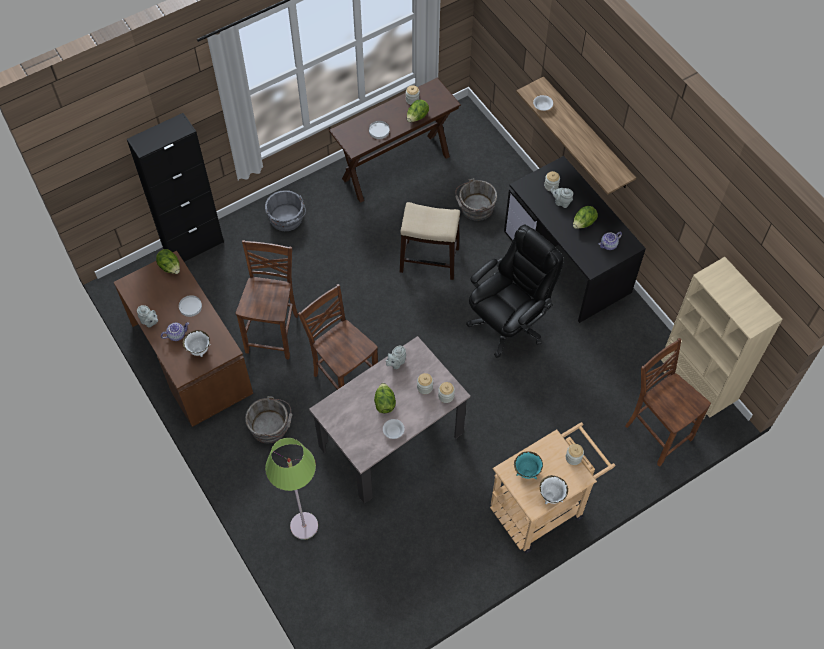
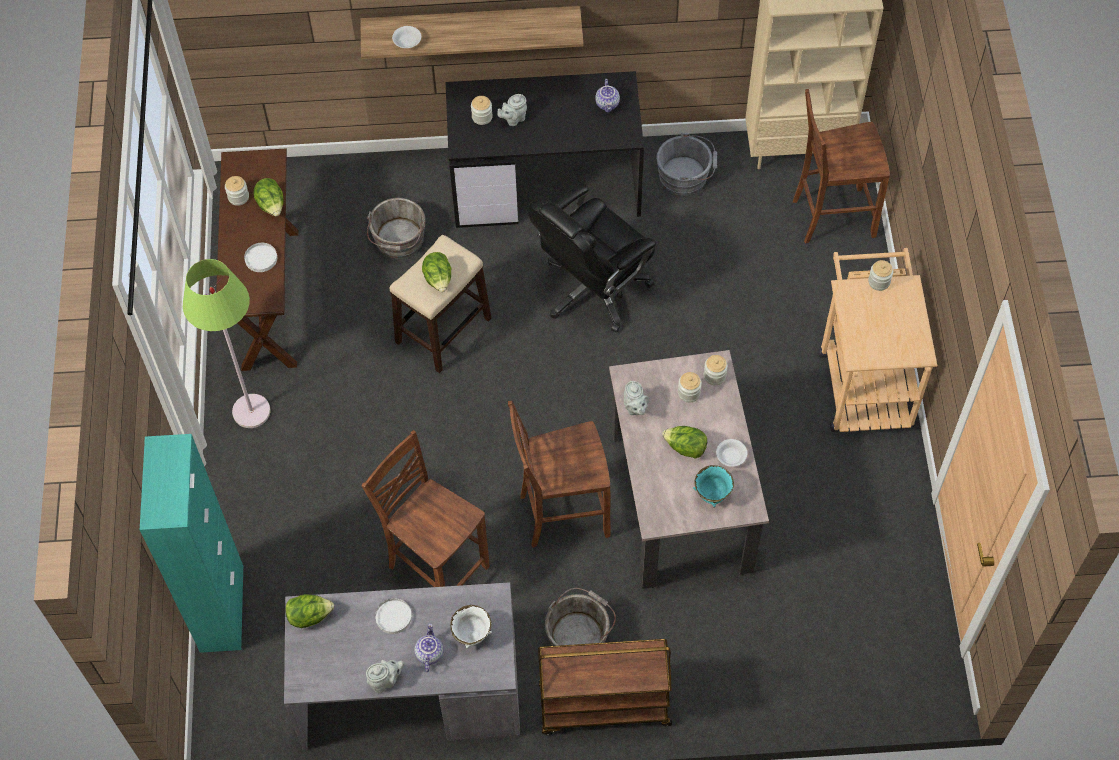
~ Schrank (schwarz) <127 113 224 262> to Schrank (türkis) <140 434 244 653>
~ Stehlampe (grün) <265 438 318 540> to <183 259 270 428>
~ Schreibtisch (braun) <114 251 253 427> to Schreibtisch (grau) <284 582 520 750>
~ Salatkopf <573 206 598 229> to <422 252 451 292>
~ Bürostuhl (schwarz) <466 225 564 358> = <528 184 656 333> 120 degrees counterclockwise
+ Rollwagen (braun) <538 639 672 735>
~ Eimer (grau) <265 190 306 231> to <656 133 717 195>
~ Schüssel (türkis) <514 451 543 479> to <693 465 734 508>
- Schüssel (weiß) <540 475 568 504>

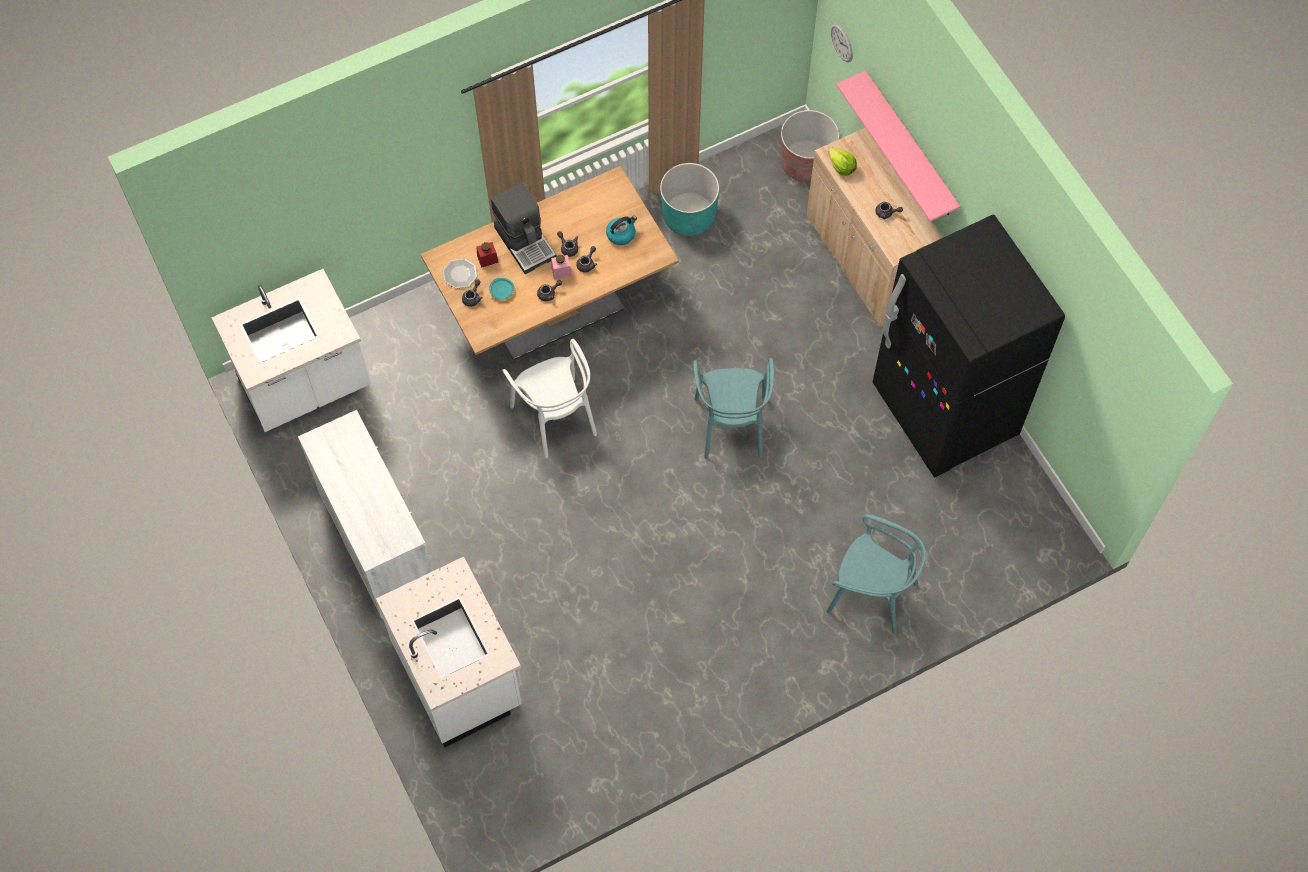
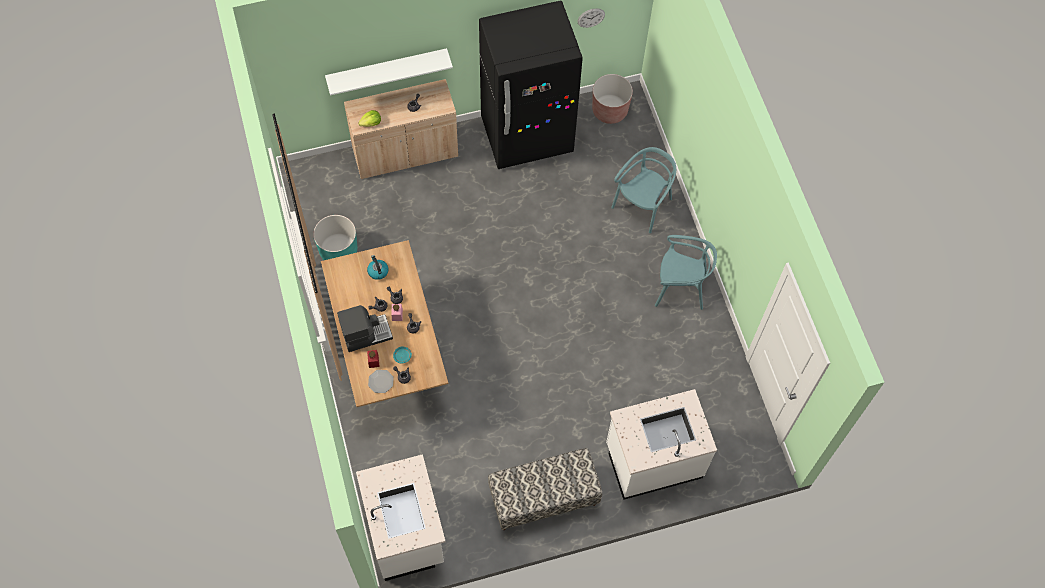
~ Wandregal (rosa) <836 71 960 222> to Wandregal (weiß) <325 48 453 96>
~ Schrank (weiß) <298 410 433 619> to Bank <488 448 602 530>
~ Wanduhr <831 23 853 63> to <578 8 605 28>
~ Pflanzkübel (braun) <781 110 839 182> to <592 74 633 124>
~ Stuhl (türkis) <694 358 774 459> to <655 235 717 310>
- Stuhl (weiß) <502 339 597 458>

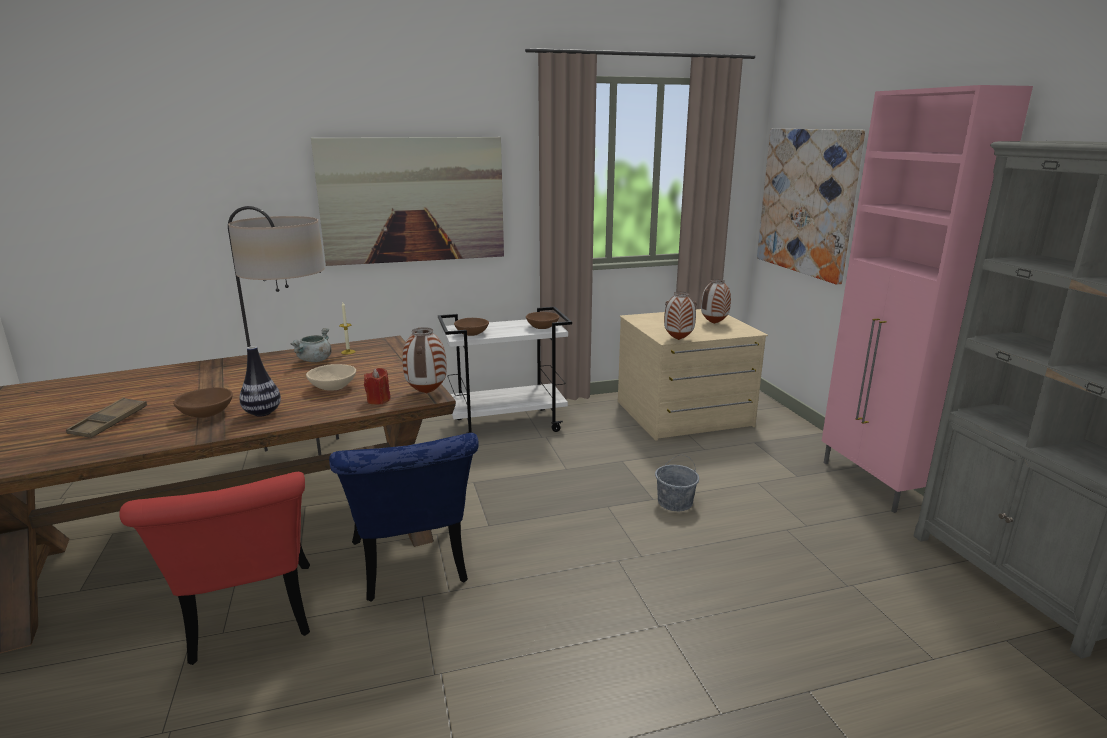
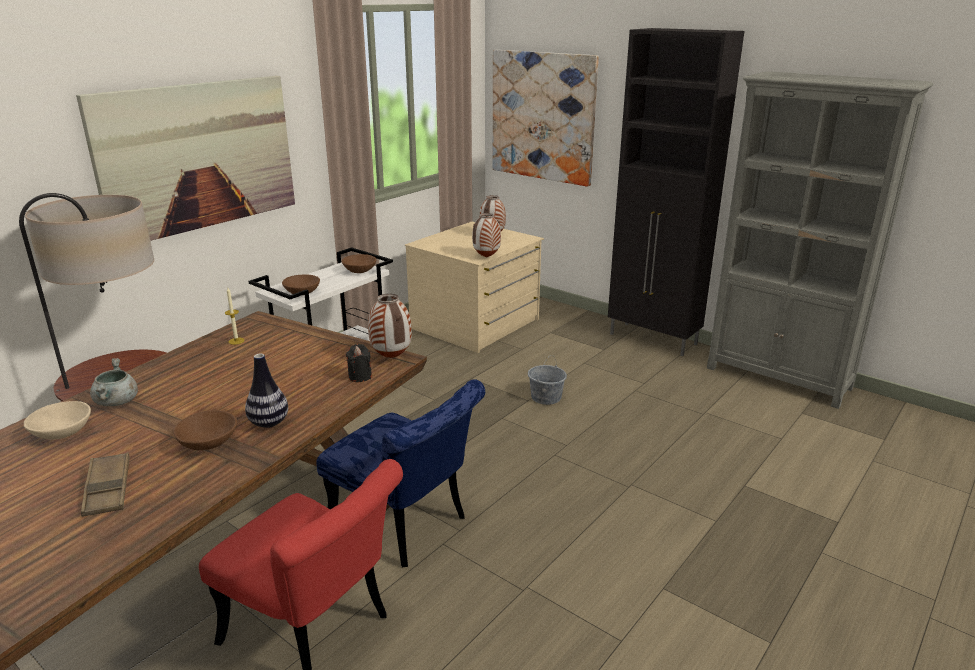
~ Schüssel (beige) <306 364 356 391> to <24 401 91 440>
~ Kochtopf (grau) <290 328 332 362> to <90 358 138 406>
~ Kerze (rot) <364 368 390 405> to Kerze (schwarz) <346 344 372 382>
~ Schrank (rosa) <822 85 1033 513> to Schrank (schwarz) <608 28 745 356>

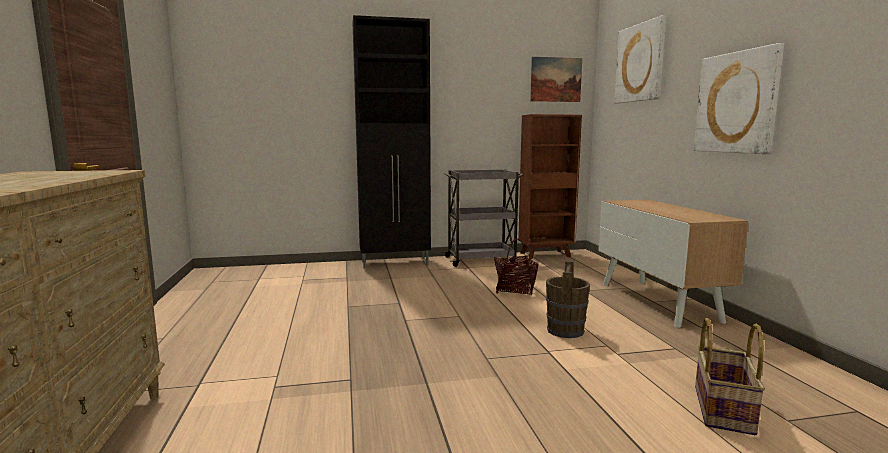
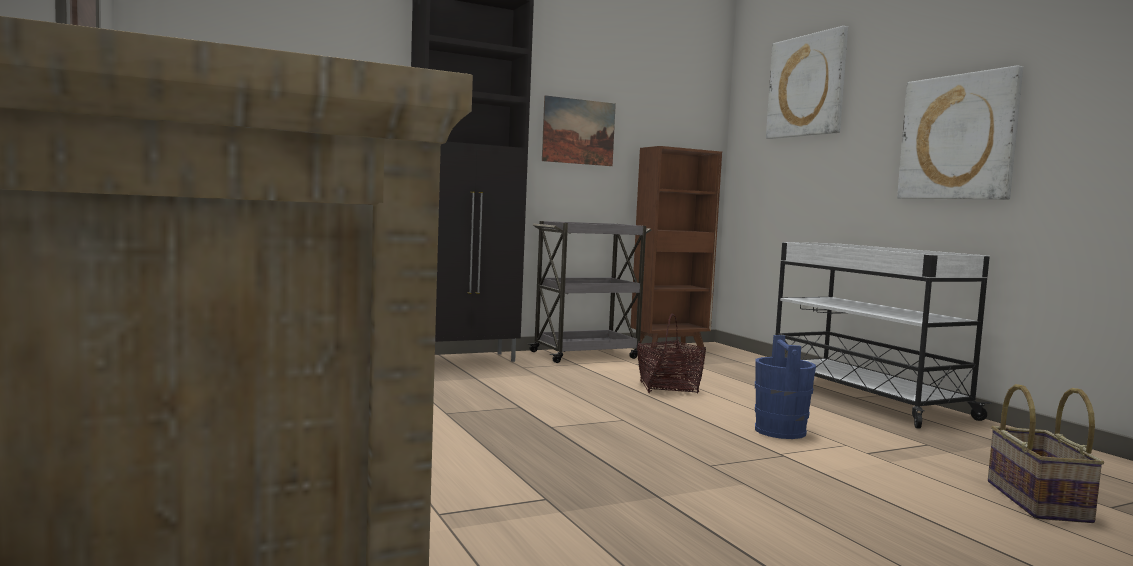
~ Bild <530 57 582 102> to <542 95 616 166>
~ Eimer (braun) <546 261 590 338> to Eimer (blau) <755 335 816 439>
~ Schrank <598 200 748 328> to Rollwagen (weiß) <776 242 991 429>

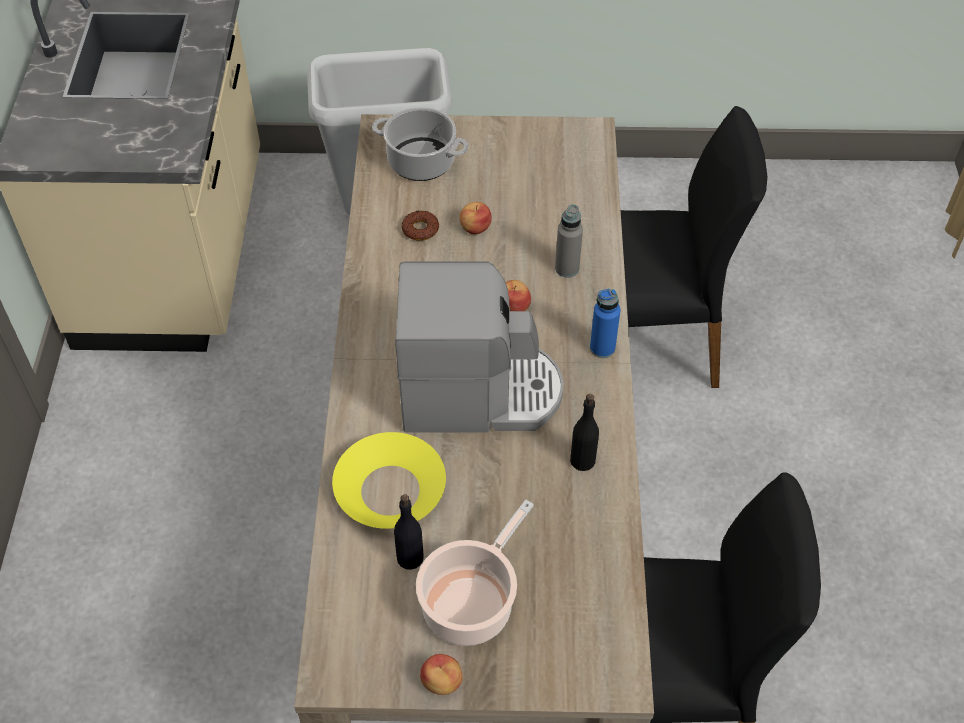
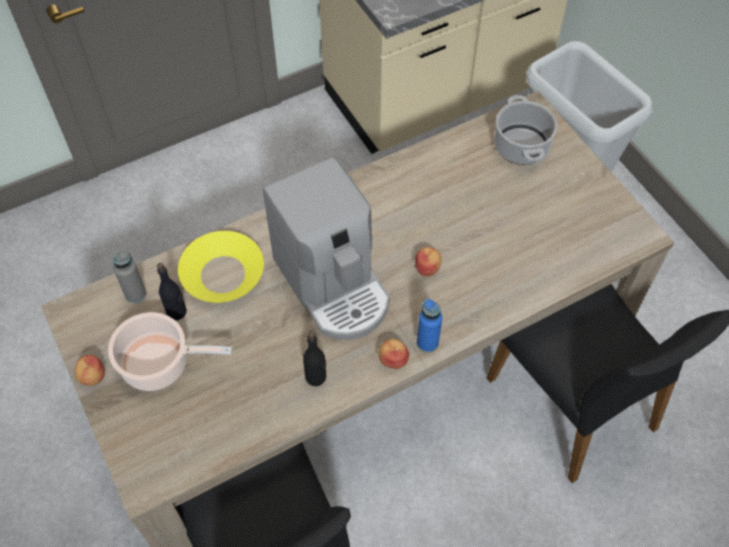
~ Flasche (grau) <555 204 583 278> to <113 250 146 303>
~ Apfel <459 202 492 234> to <379 339 409 369>
- Donut <402 211 439 241>

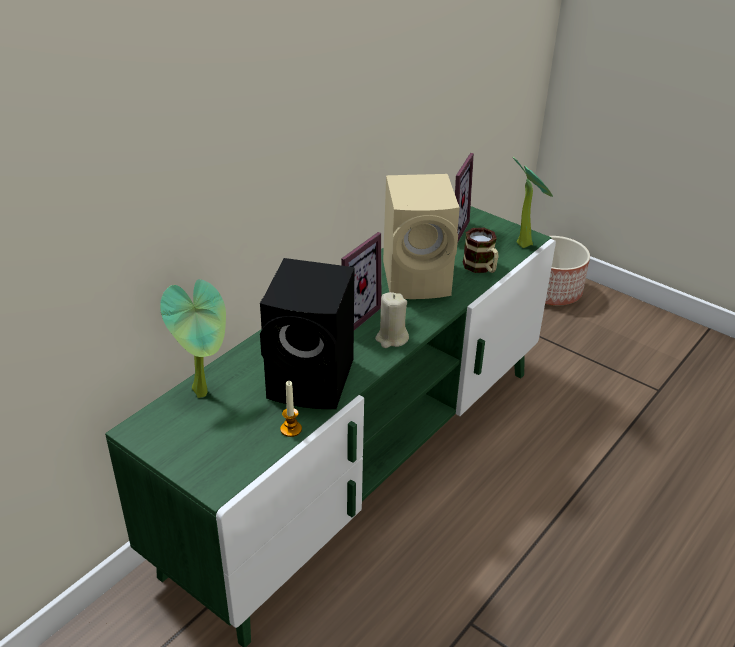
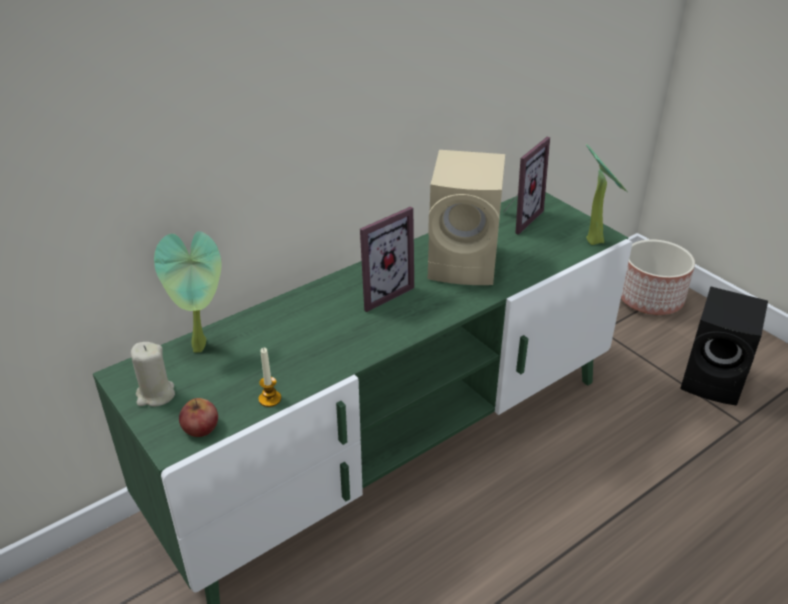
~ Kerze (beige) <375 292 409 348> to <131 342 175 407>
+ Apfel <179 398 218 437>
~ Lautsprecher (schwarz) <260 258 355 409> to <680 286 768 405>
- Henkelbecher <463 228 498 273>

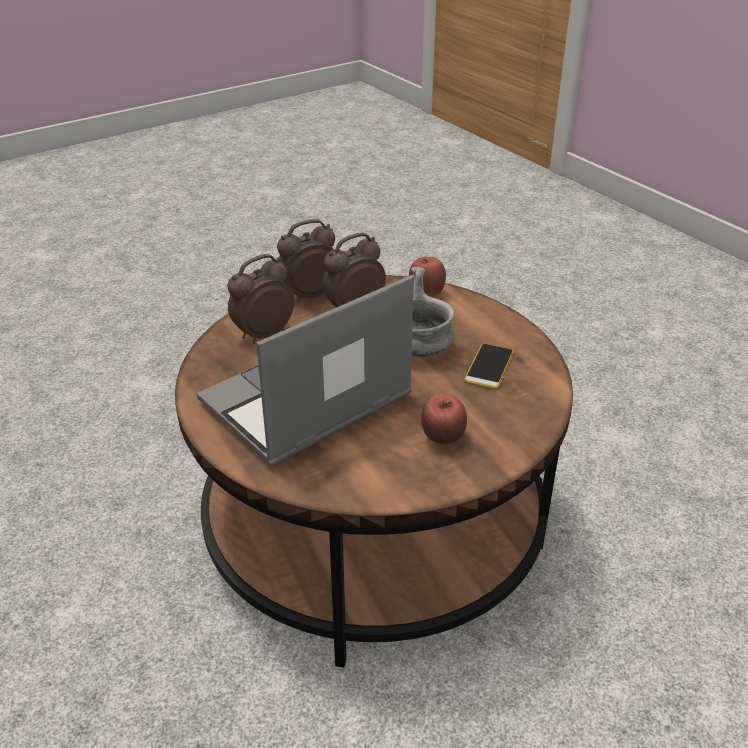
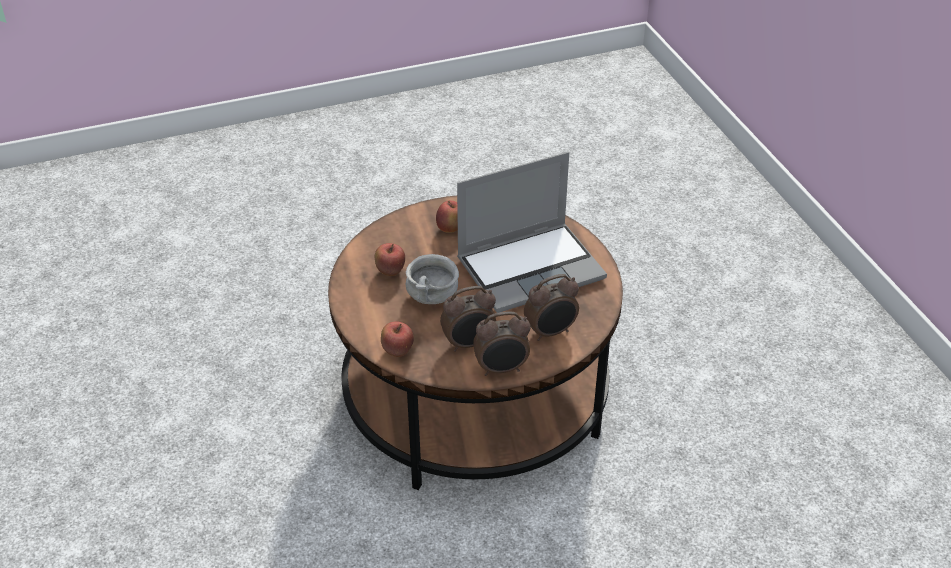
~ Handy <464 344 514 389> to Apfel <375 243 405 276>

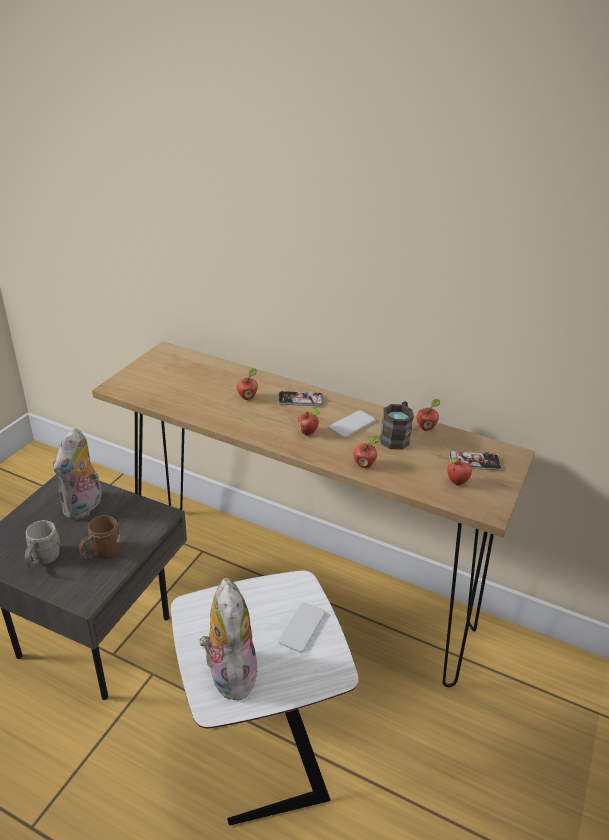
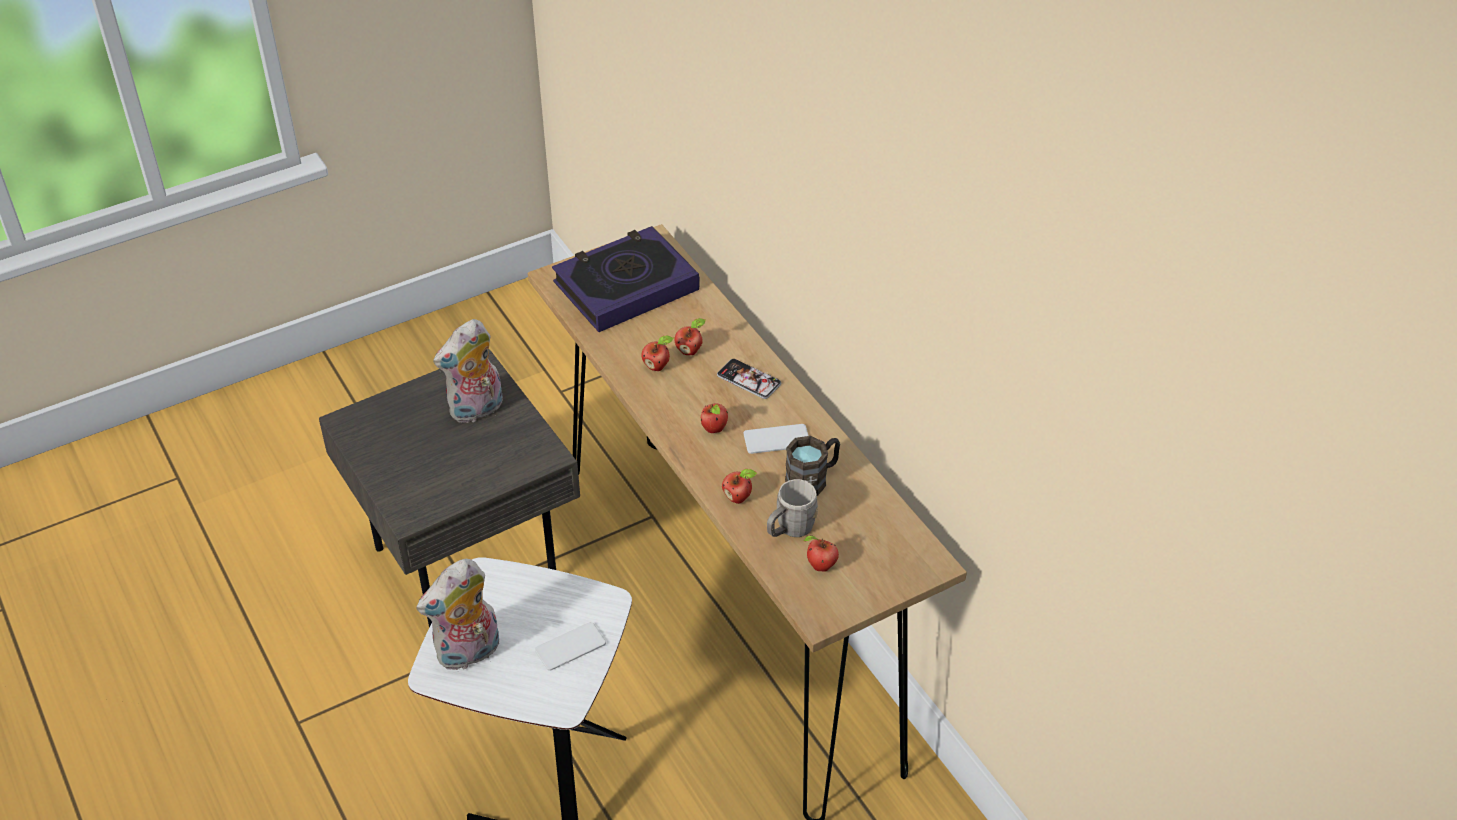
~ Plüschtier <200 578 258 701> = <416 559 499 670> 150 degrees counterclockwise
+ Buch <552 226 700 332>
~ Apfel <417 399 440 431> to <641 335 673 371>
~ Henkelbecher (grau) <25 520 60 568> to <767 479 818 537>
- Henkelbecher (braun) <79 515 120 559>
- Handy <449 450 501 471>

